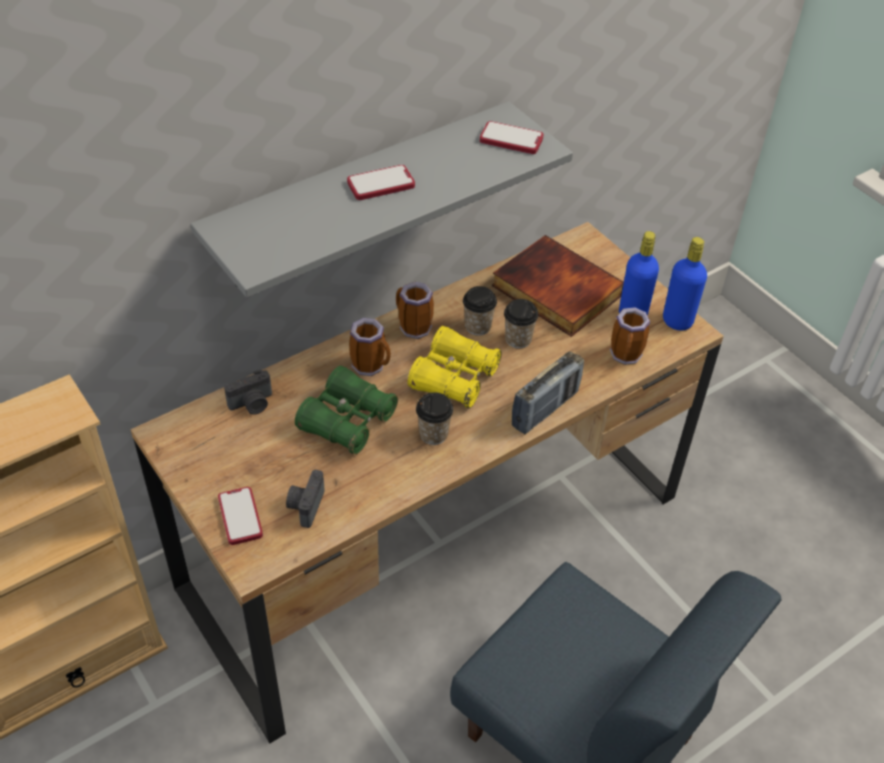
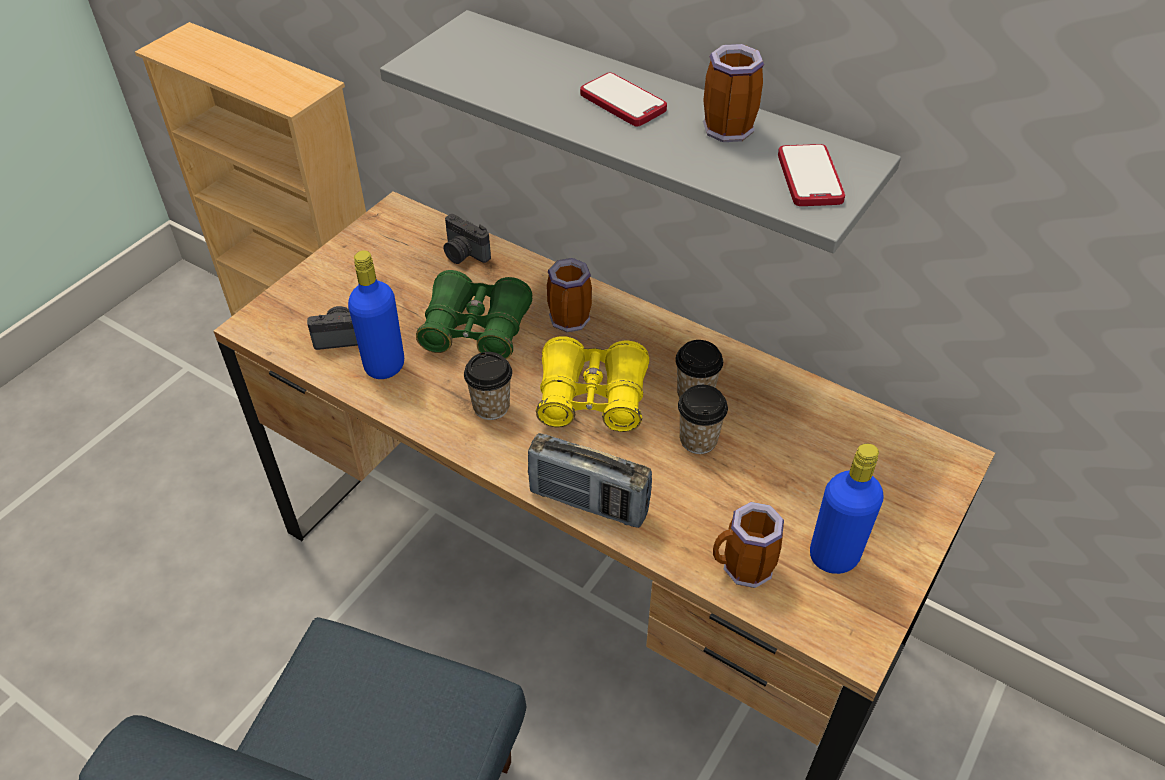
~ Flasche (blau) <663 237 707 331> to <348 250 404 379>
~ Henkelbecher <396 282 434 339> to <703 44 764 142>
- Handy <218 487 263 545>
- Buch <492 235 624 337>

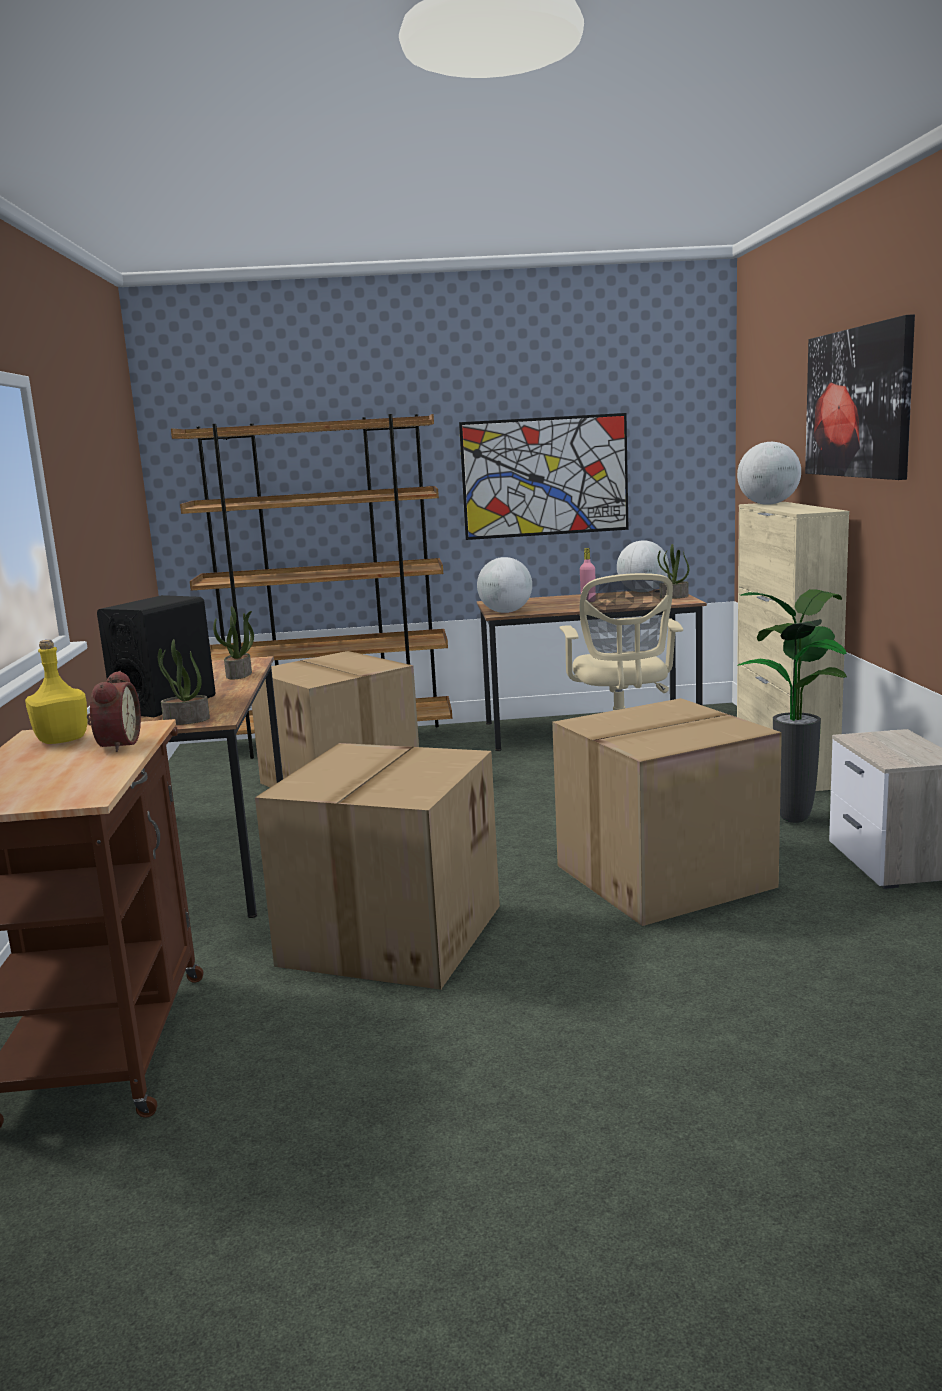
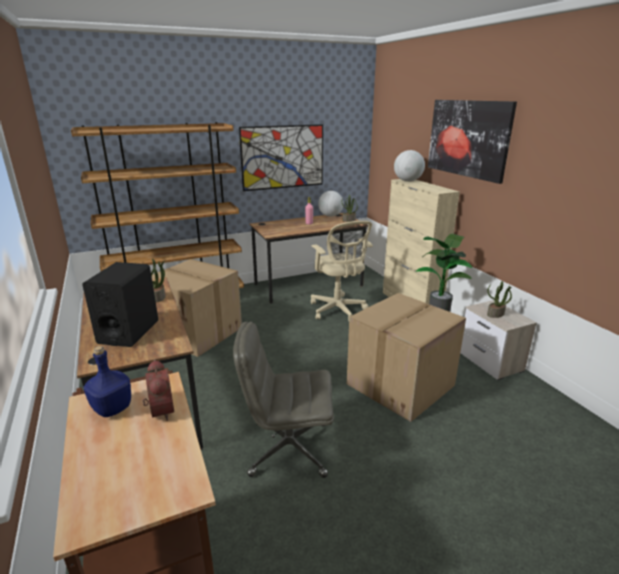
~ Flasche (gelb) <25 640 87 744> to Flasche (blau) <83 346 131 417>
~ Karton <255 743 500 990> to Bürostuhl (grau) <233 322 334 478>
~ Topfpflanze <158 639 210 725> to <487 281 512 318>
- Globus <477 557 532 613>

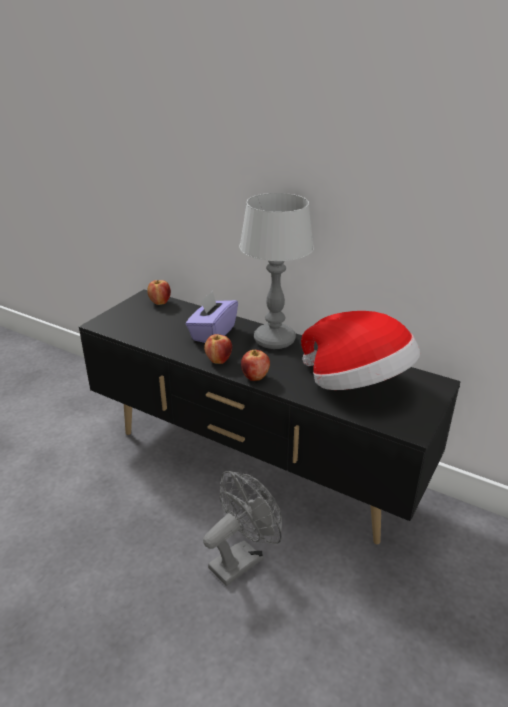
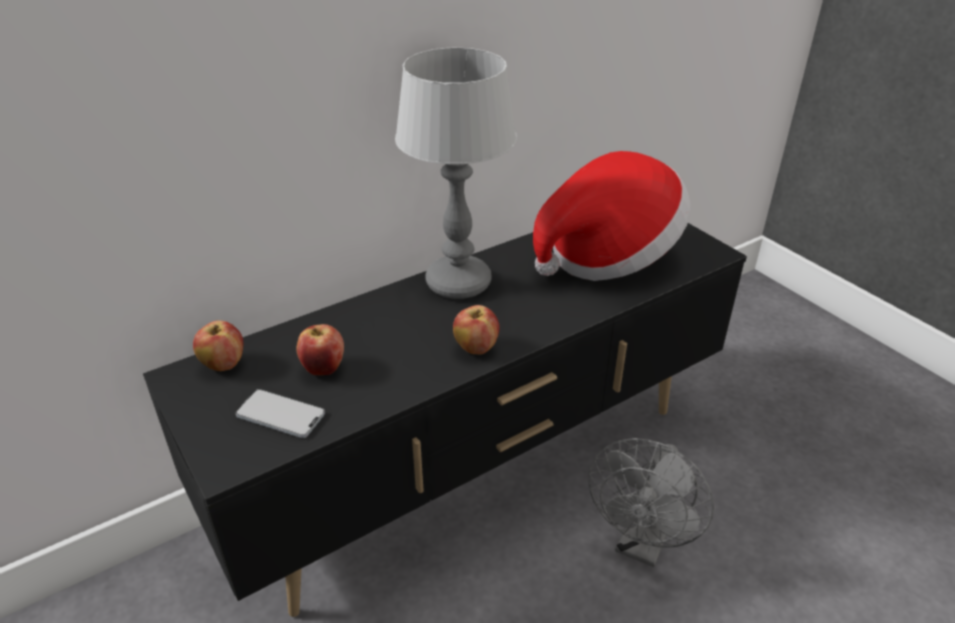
+ Handy <235 389 325 438>
~ Apfel <241 350 270 381> to <296 324 344 375>
~ Ventilator (grau) <203 471 282 586> = <588 438 714 567> 135 degrees counterclockwise
- Taschentuchbox (lila) <186 291 238 343>

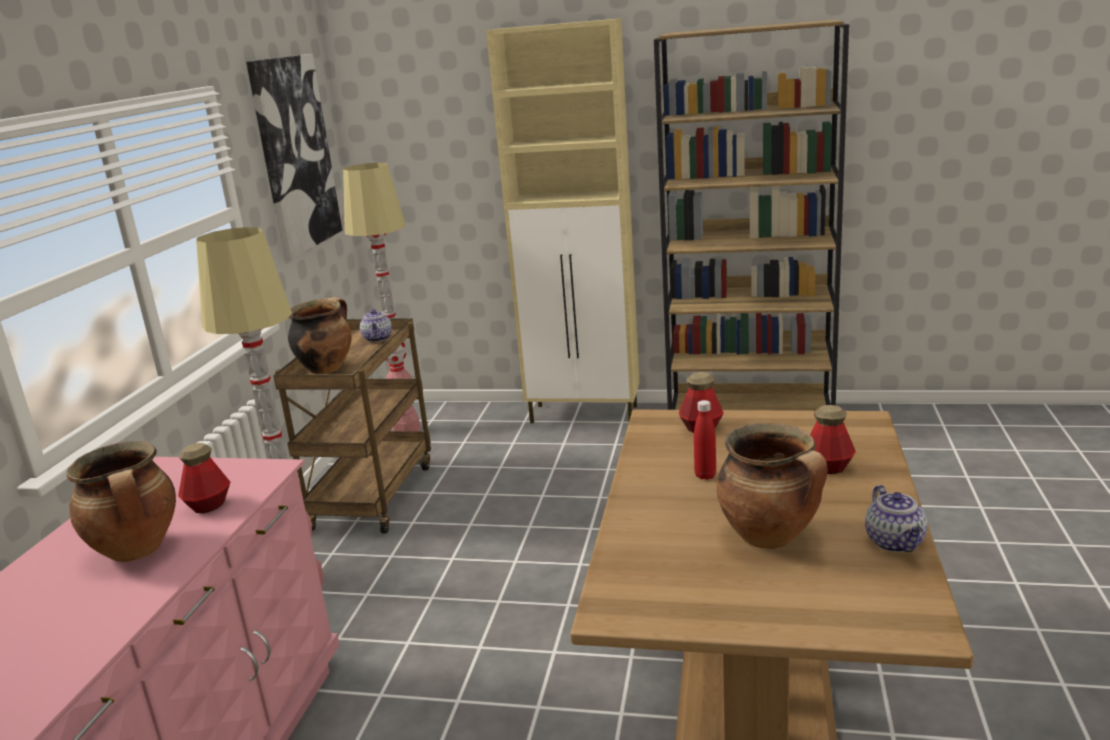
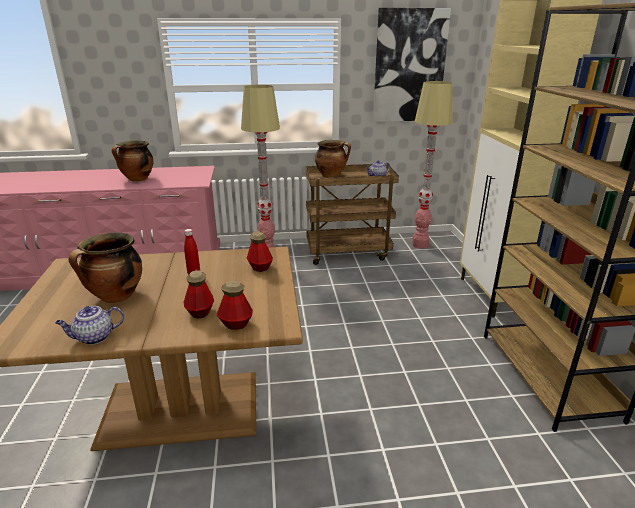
~ Flasche <178 443 230 513> to <217 281 253 330>

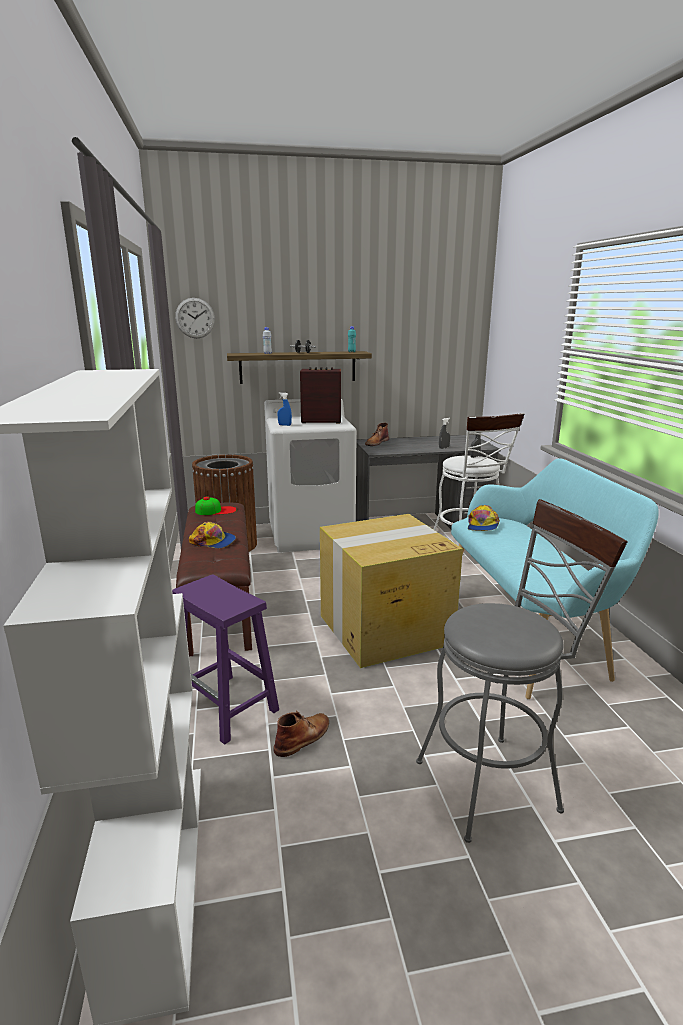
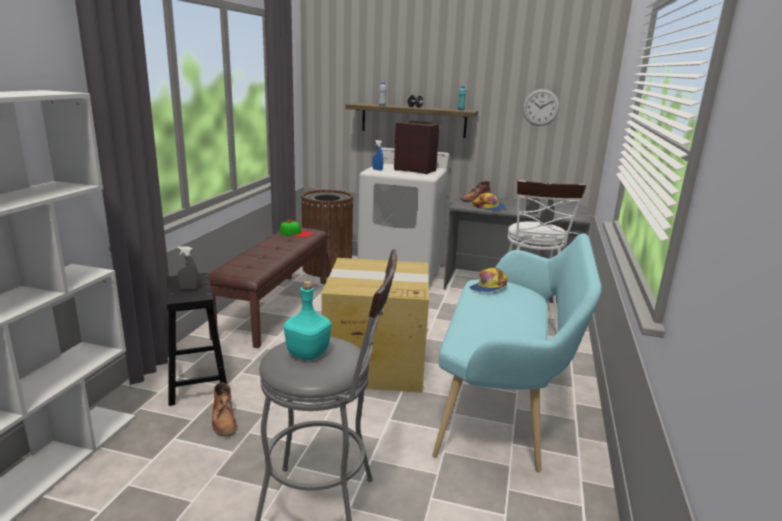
~ Hocker (lila) <172 575 279 745> to Hocker (schwarz) <167 273 227 406>
+ Sprühflasche (grau) <177 246 199 289>
~ Stiefel (braun) <274 710 329 757> = <212 382 237 436> 90 degrees clockwise
+ Flasche (türkis) <284 281 331 360>
~ Kappe <189 522 236 548> to <472 192 506 211>
~ Wanduhr <175 298 215 338> to <523 89 560 126>

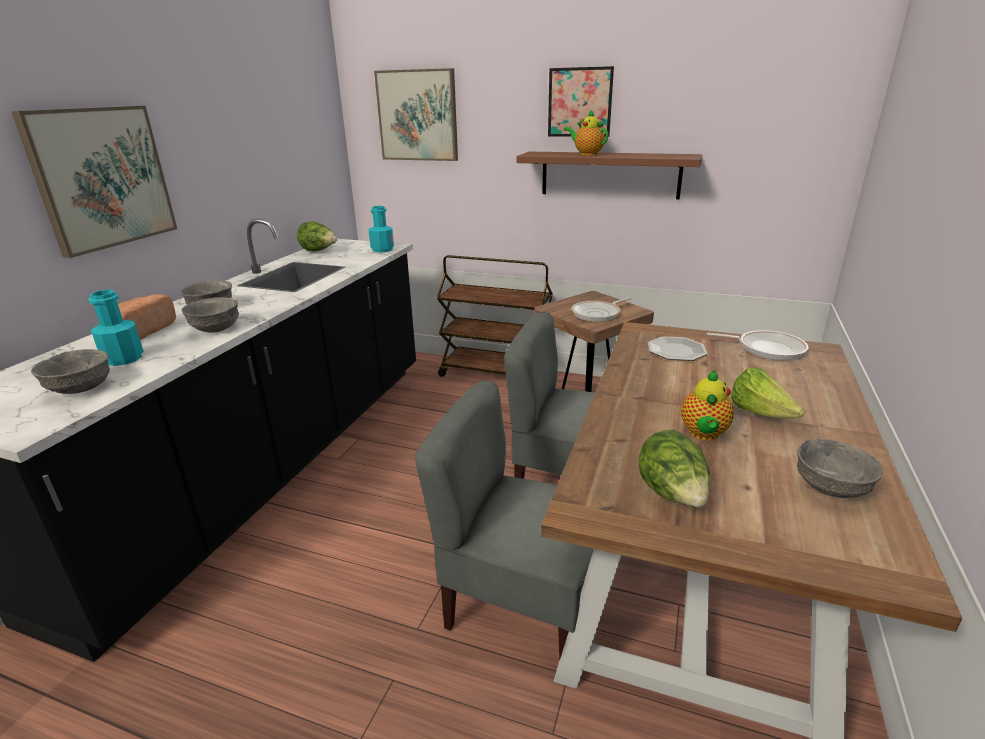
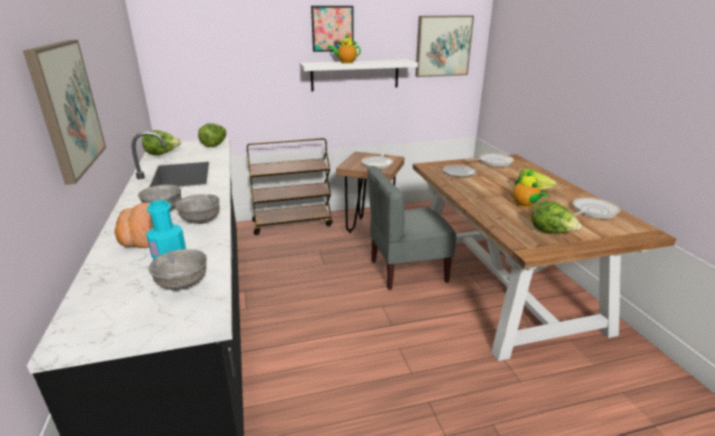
~ Flasche (türkis) <369 206 394 252> to Salatkopf <198 123 226 147>
~ Wandregal (braun) <517 152 702 199> to Wandregal (weiß) <300 59 418 91>
~ Bild <374 68 458 161> to <415 15 474 77>
~ Schüssel (grau) <797 439 883 498> to Pfanne <572 197 621 219>
- Stuhl (grau) <415 381 594 661>

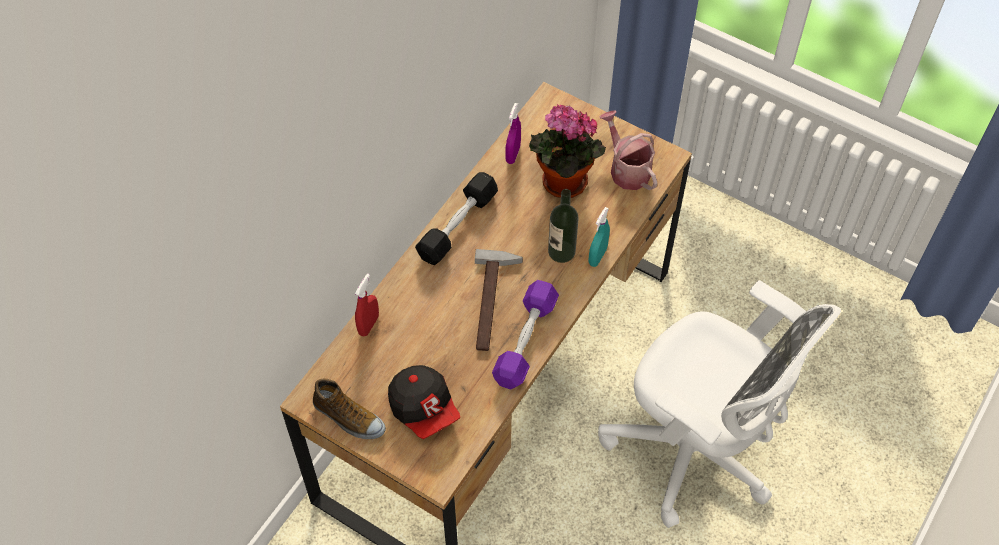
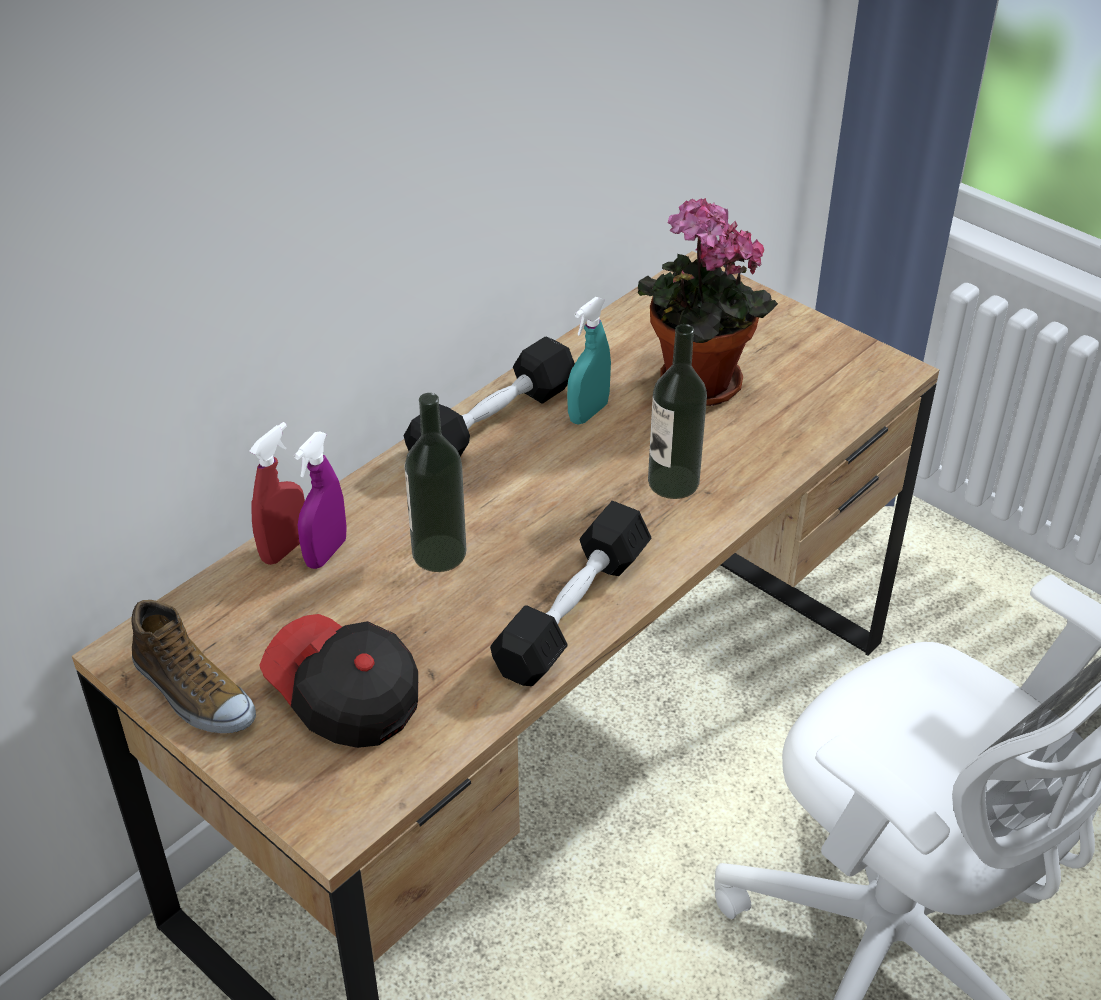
~ Kappe <388 365 460 439> = <259 614 418 748> 150 degrees clockwise
~ Sprühflasche (lila) <505 103 521 164> to <294 432 347 569>
+ Flasche <404 393 466 572>
~ Hantel (lila) <492 280 559 390> to Hantel (schwarz) <490 501 652 686>
~ Sprühflasche (türkis) <588 207 610 267> to <567 297 611 425>
- Hammer <475 249 523 351>
- Gießkanne <599 110 657 190>

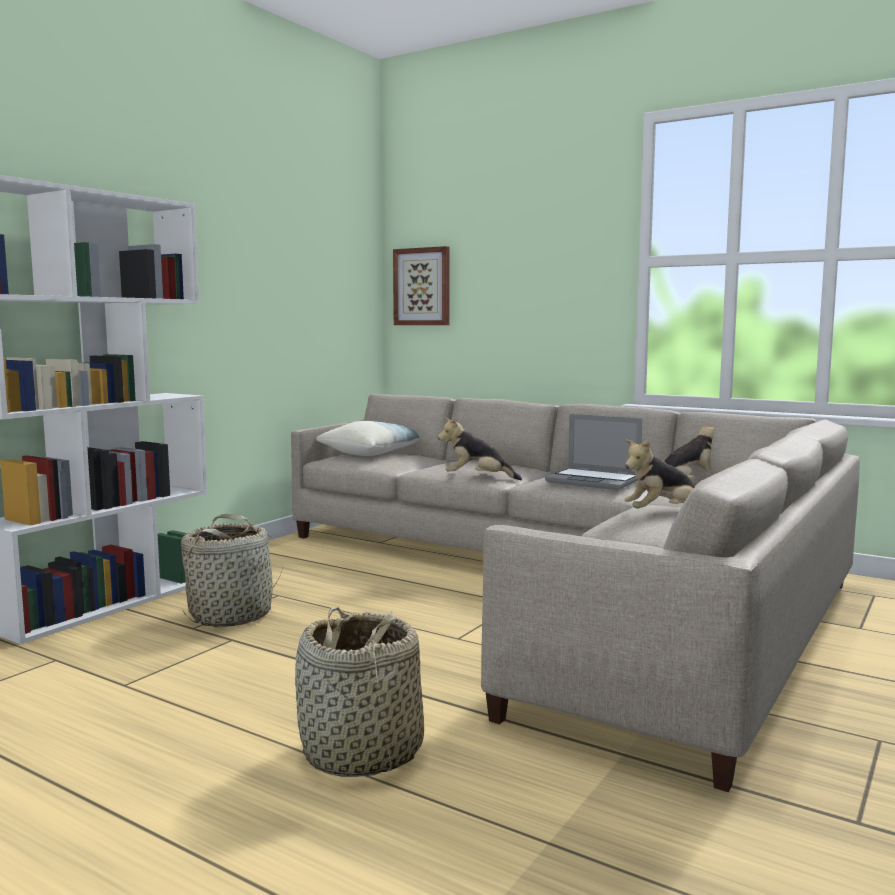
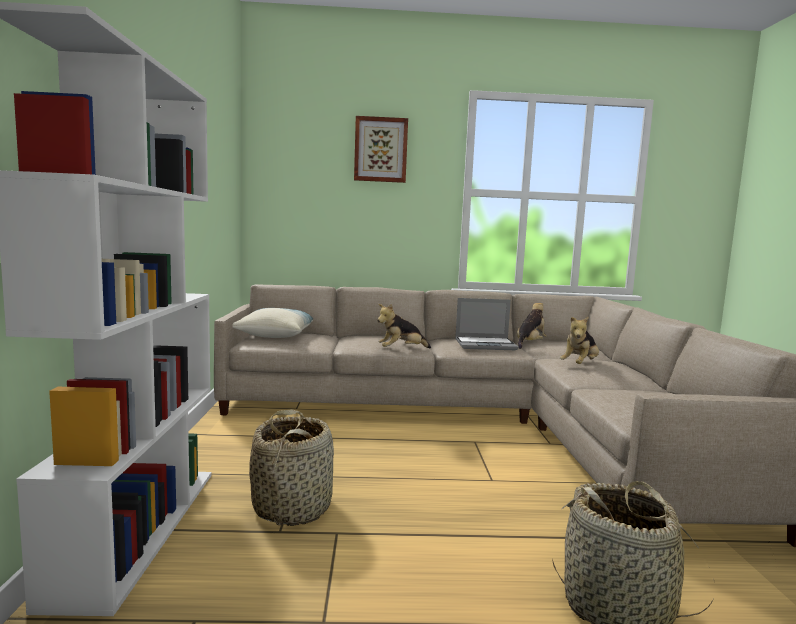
~ Bild <393 246 449 325> to <354 116 408 183>

